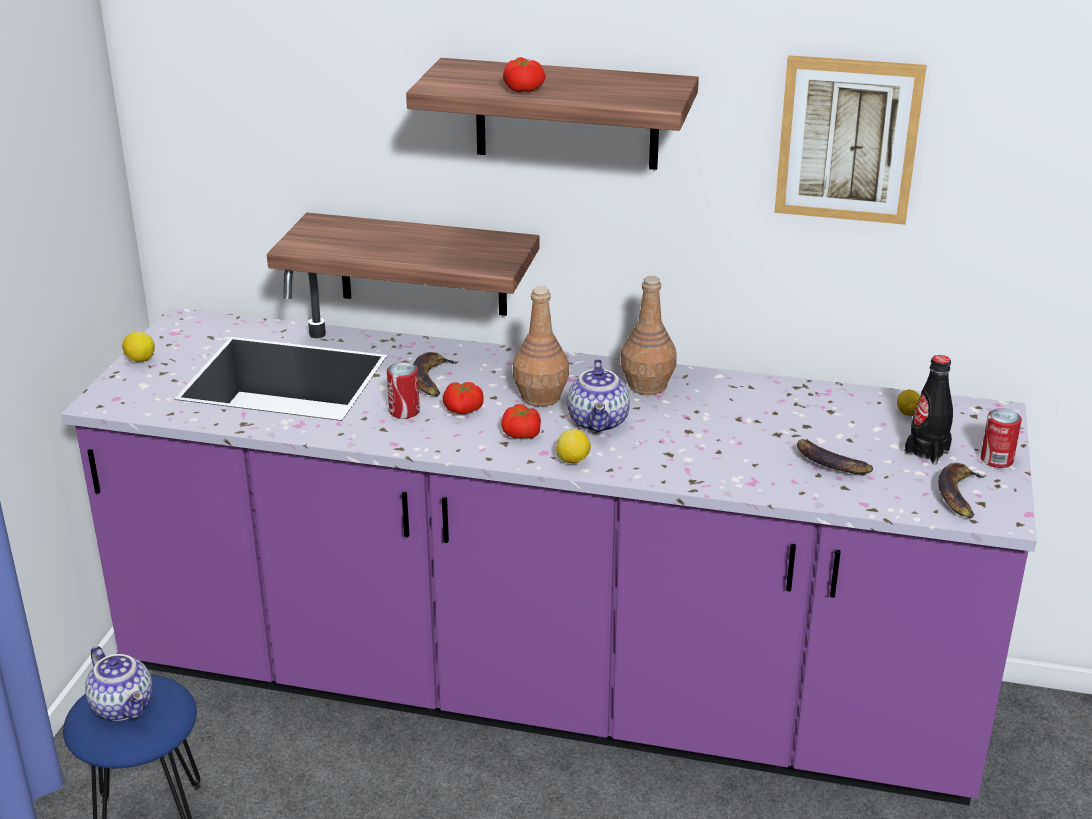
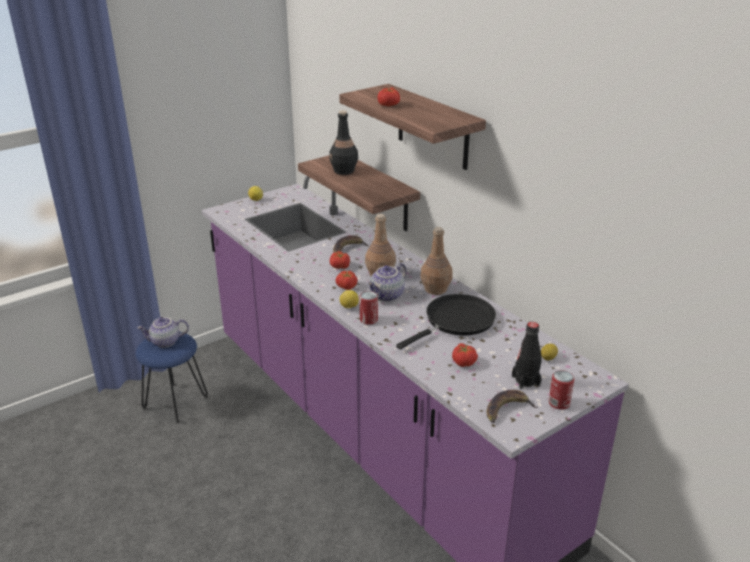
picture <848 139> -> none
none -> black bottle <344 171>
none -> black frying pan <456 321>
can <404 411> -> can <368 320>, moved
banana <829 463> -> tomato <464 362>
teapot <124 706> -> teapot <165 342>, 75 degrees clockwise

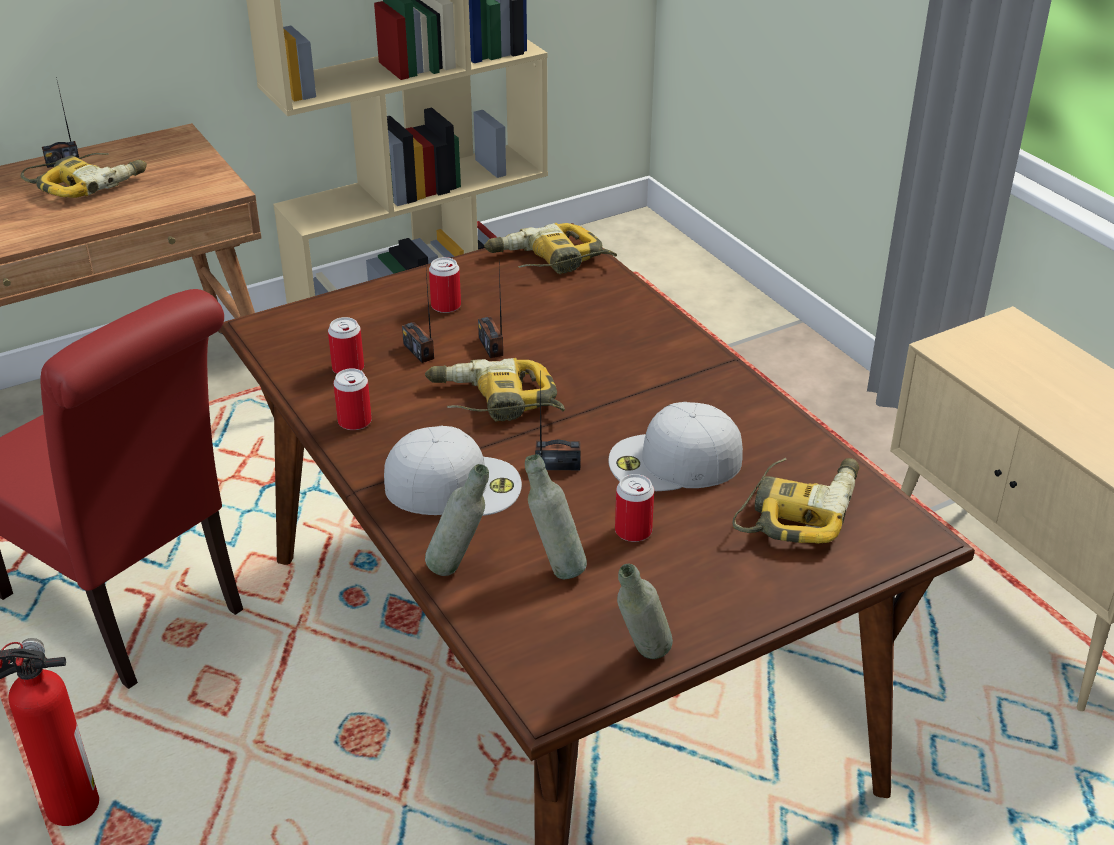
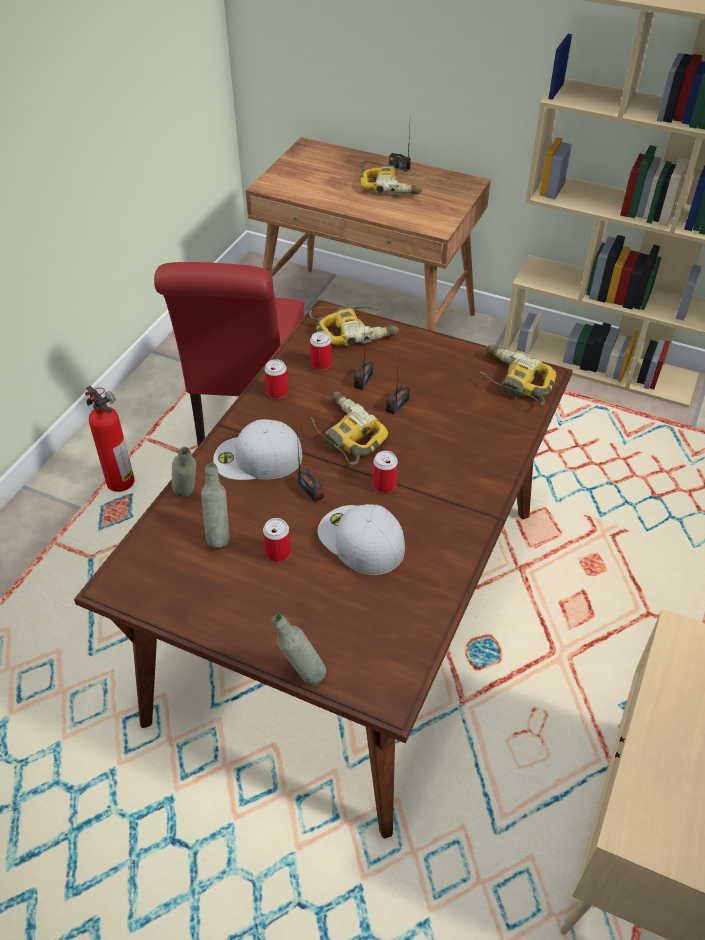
can <446 306> -> can <384 485>, moved
grey bottle <641 659> -> grey bottle <301 675>, moved
power drill <798 508> -> power drill <354 331>, moved
white cap <454 484> -> white cap <257 458>, 120 degrees clockwise

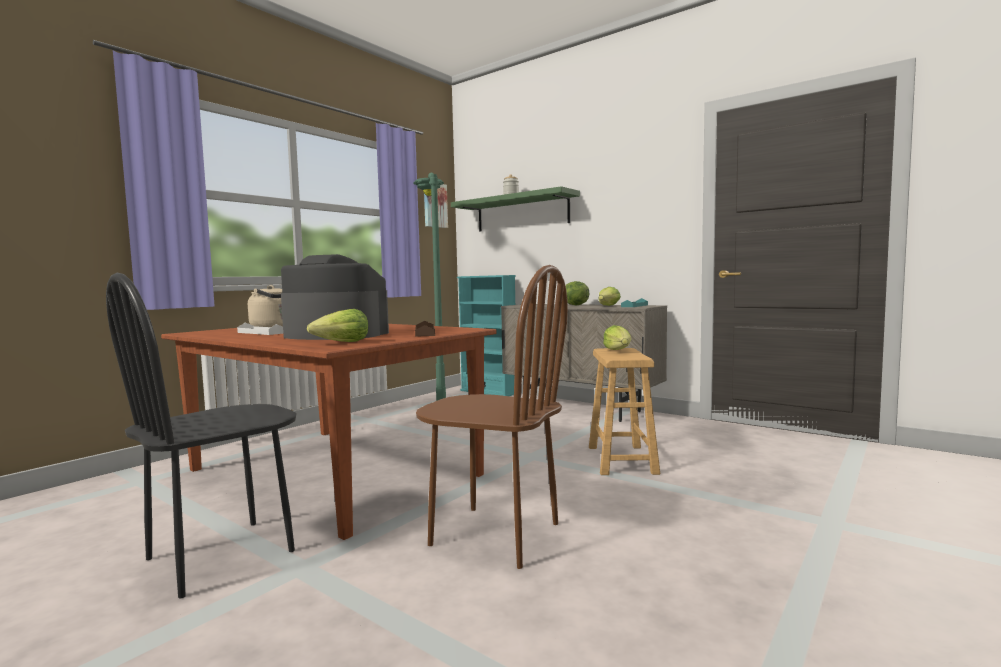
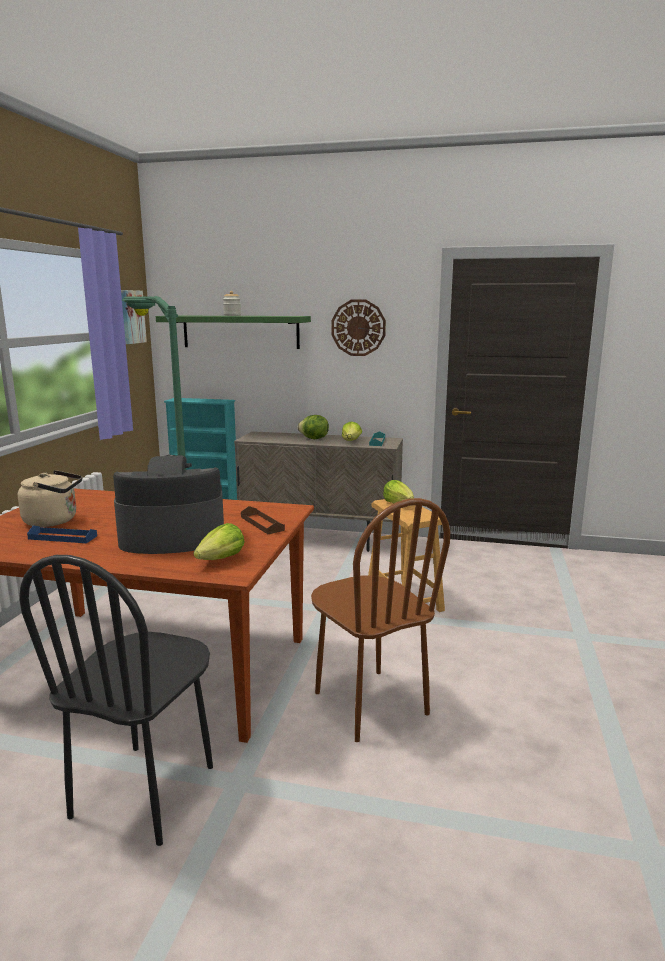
none -> wall clock <358 328>
white tray <261 333> -> blue tray <62 537>
brown chair <494 534> -> brown chair <369 703>, 60 degrees clockwise

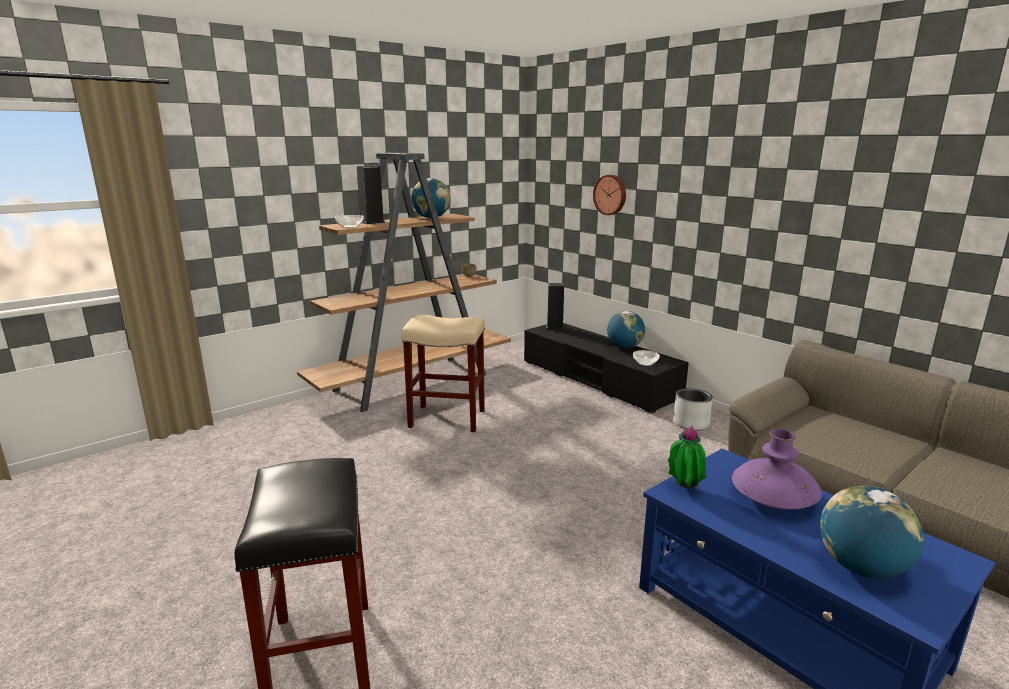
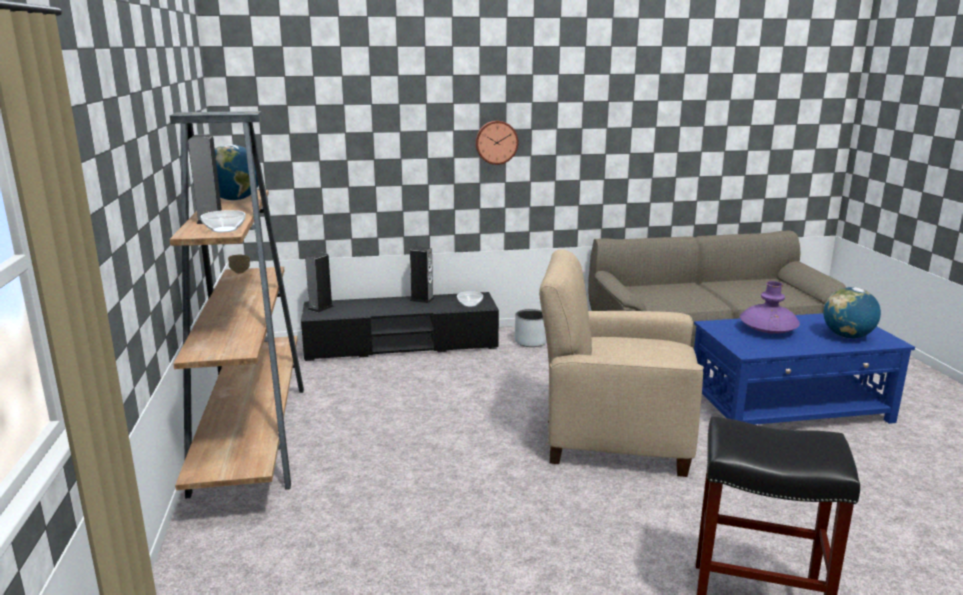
beige stool <448 418> -> none
potted plant <683 488> -> none
none -> beige armchair <615 435>
wall clock <610 194> -> wall clock <496 142>, moved
globe <624 347> -> speaker <422 299>

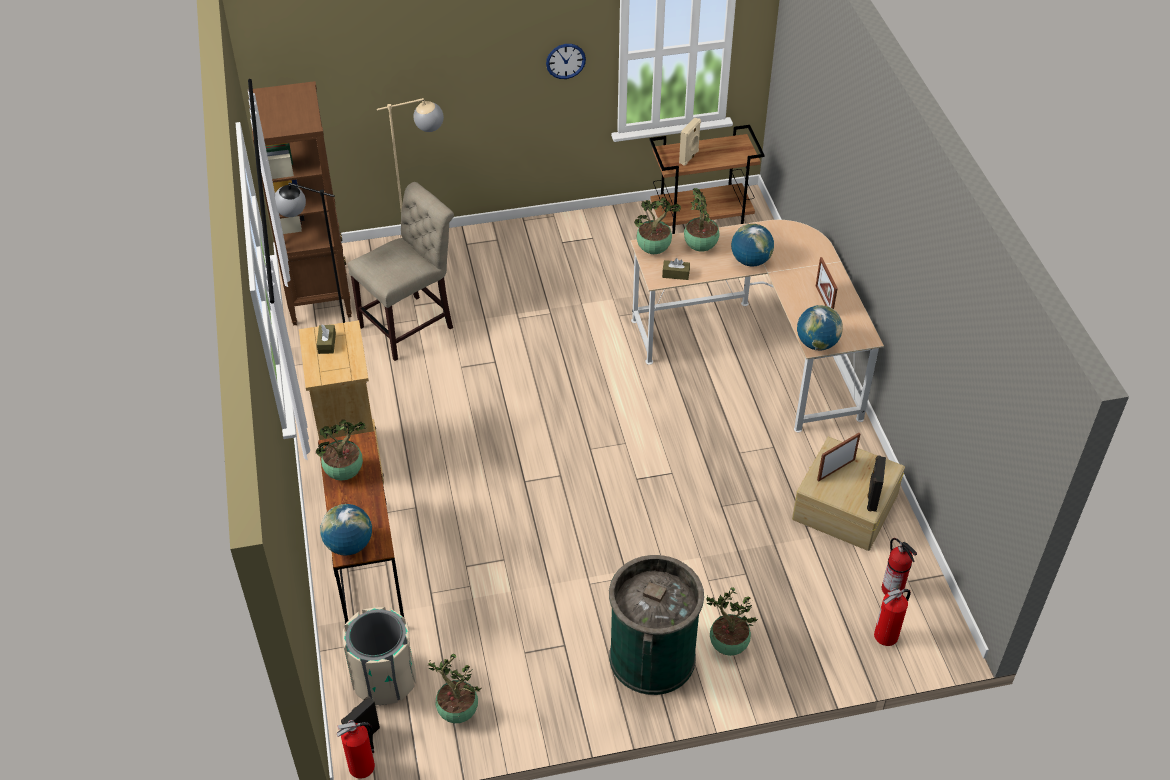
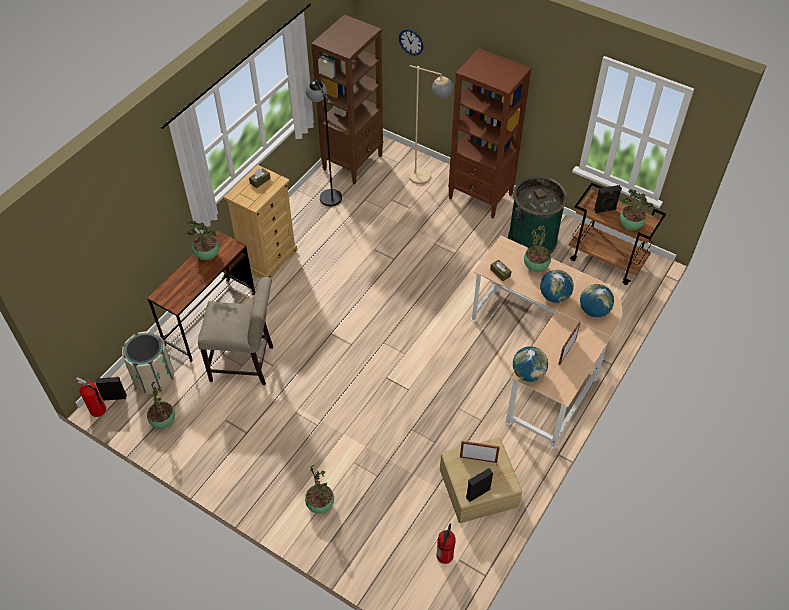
fire extinguisher <886 636> -> none
none -> brown bookcase <481 197>
globe <349 545> -> globe <594 311>, moved
beige chair <411 325> -> beige chair <246 364>, moved
wall clock <565 61> -> wall clock <411 42>, moved
green trash can <652 657> -> green trash can <532 239>, moved
potted plant <654 249> -> potted plant <631 226>, moved
beige speaker <689 157> -> black speaker <605 210>

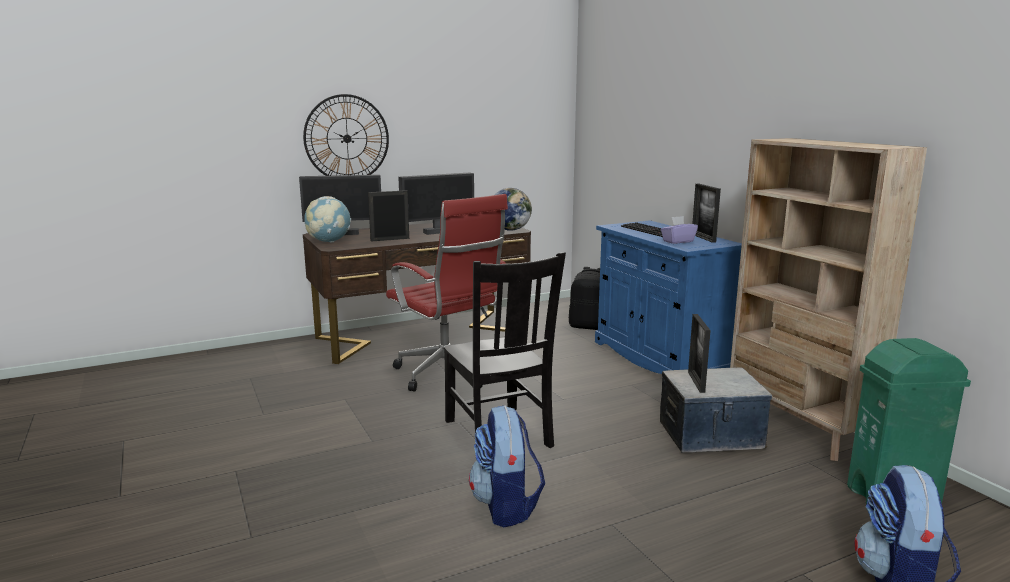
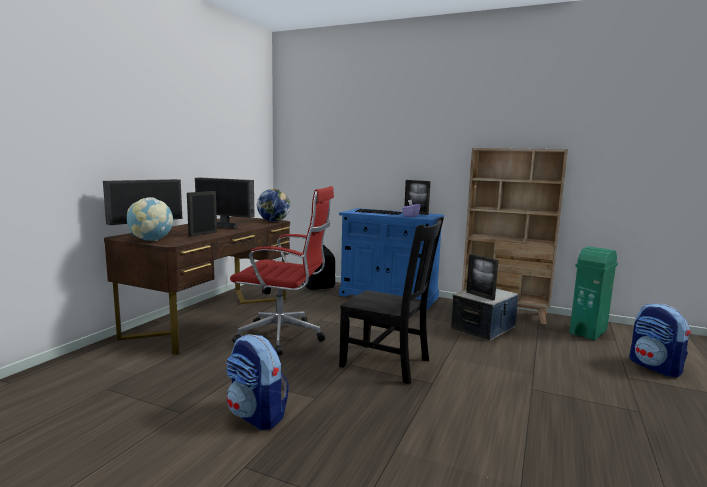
wall clock <347 138> -> none
backpack <506 506> -> backpack <257 415>, moved
monitor <438 232> -> monitor <225 226>, 90 degrees clockwise

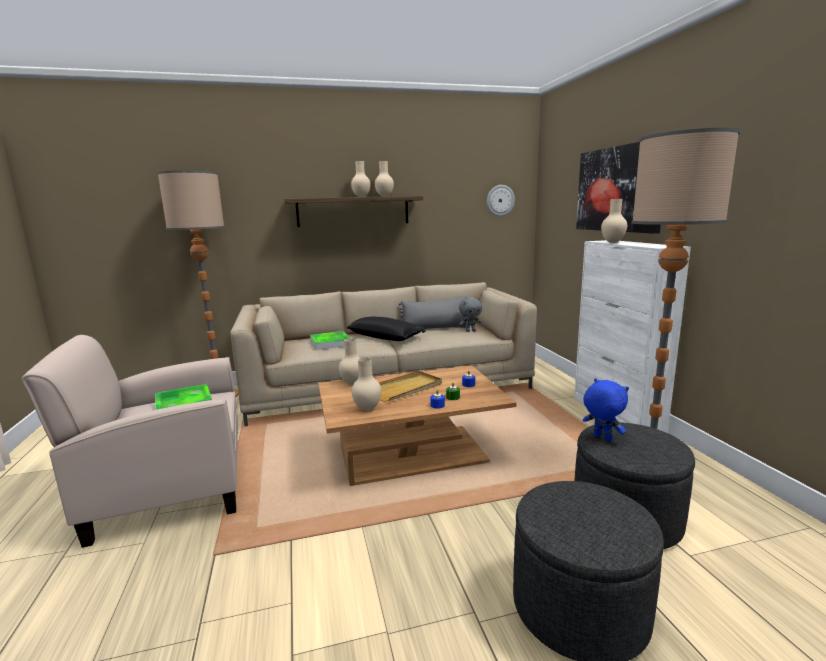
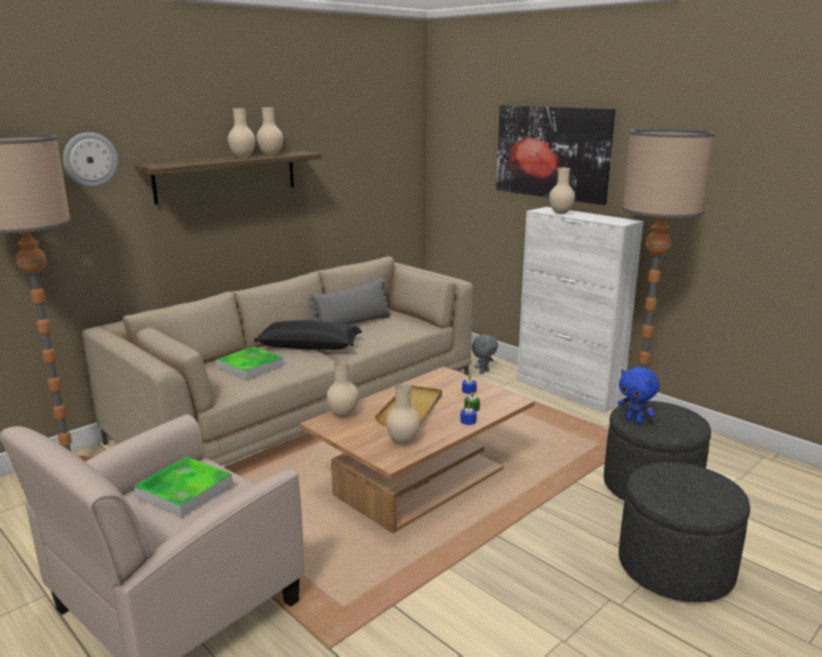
grey plush toy <470 331> -> grey plush toy <483 371>, moved
wall clock <500 200> -> wall clock <90 159>, moved
blue plush toy <601 438> -> blue plush toy <635 420>, 150 degrees counterclockwise

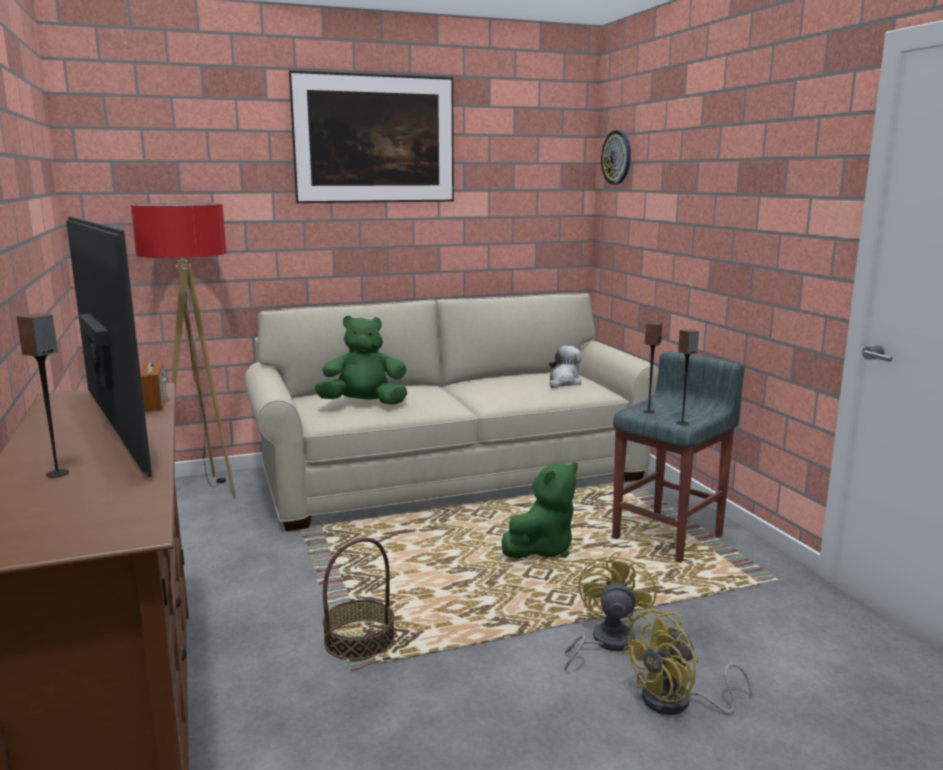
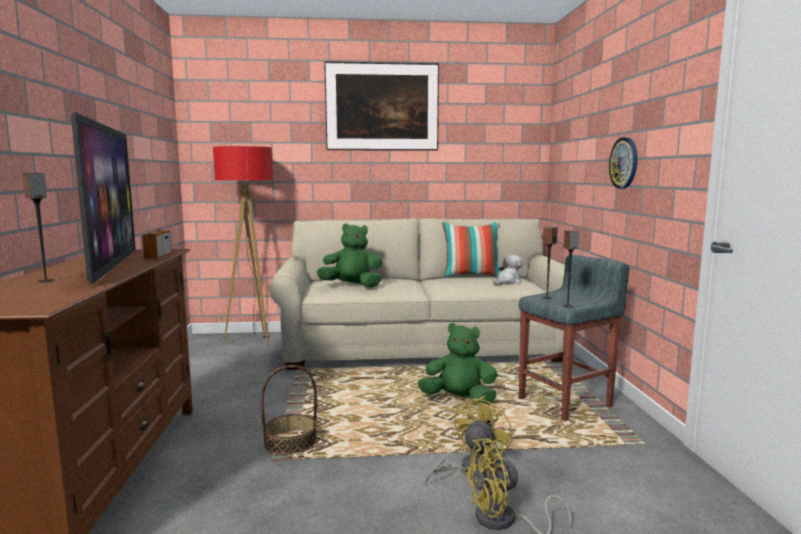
none -> pillow <471 276>
wall clock <617 157> -> wall clock <624 163>, moved
green plush toy <542 549> -> green plush toy <459 400>, 135 degrees counterclockwise

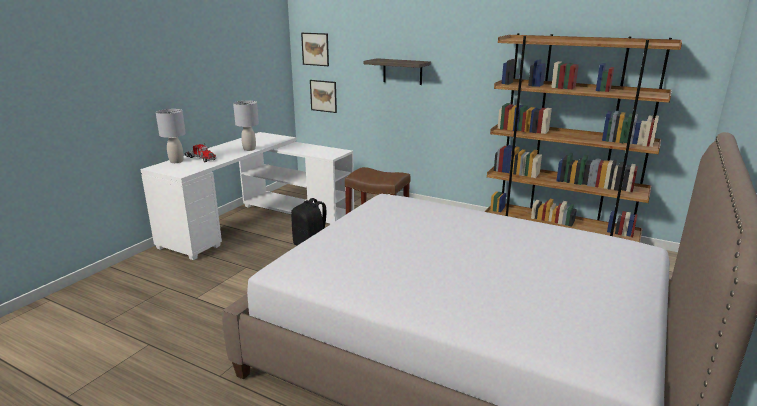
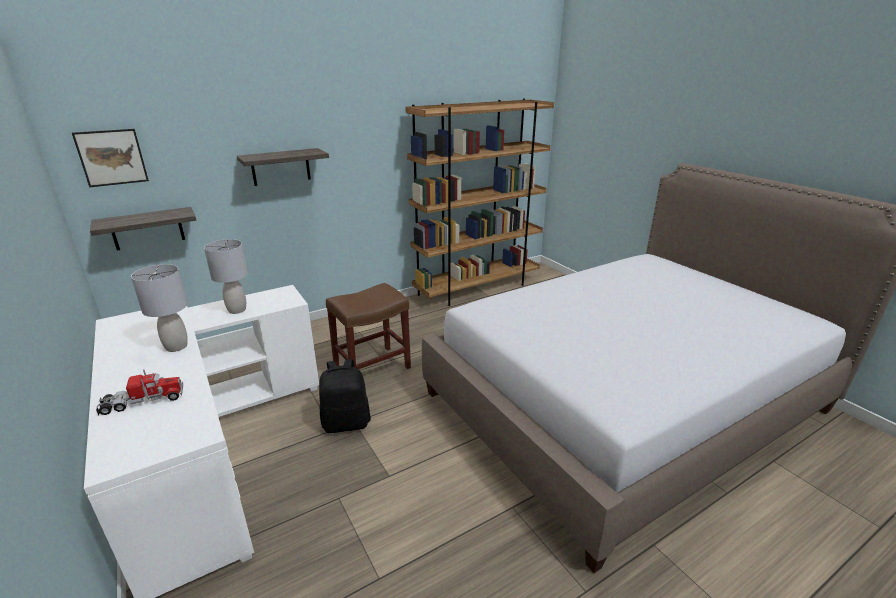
grey table lamp <177 161> -> grey table lamp <237 310>, moved
picture <323 96> -> shelf <147 229>

